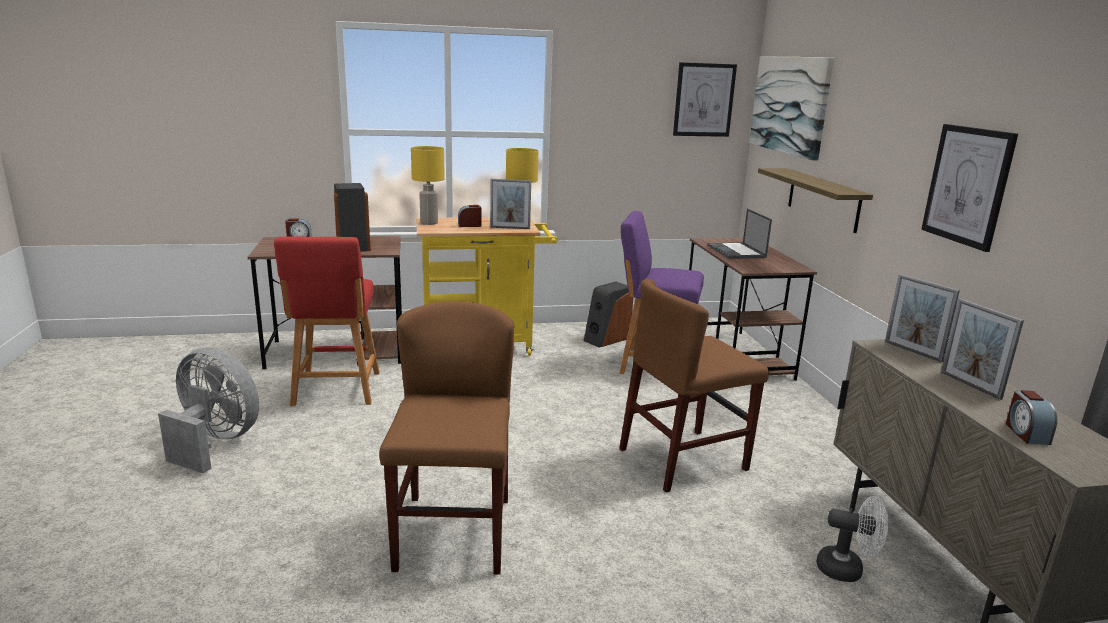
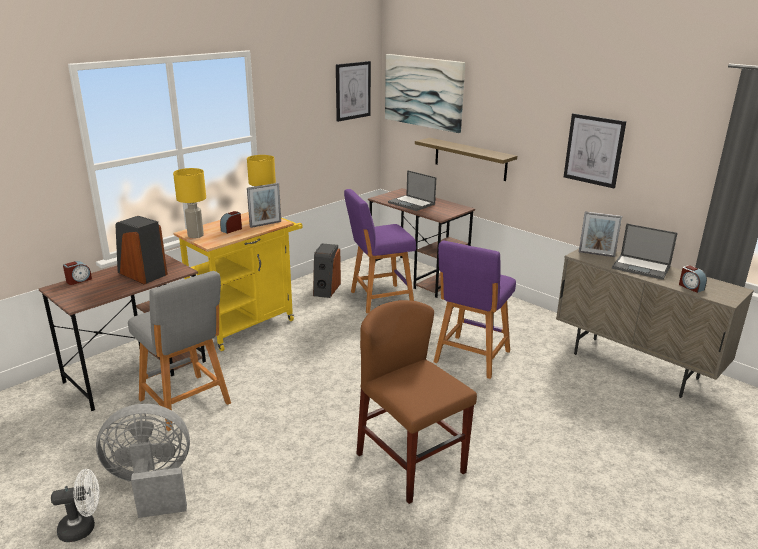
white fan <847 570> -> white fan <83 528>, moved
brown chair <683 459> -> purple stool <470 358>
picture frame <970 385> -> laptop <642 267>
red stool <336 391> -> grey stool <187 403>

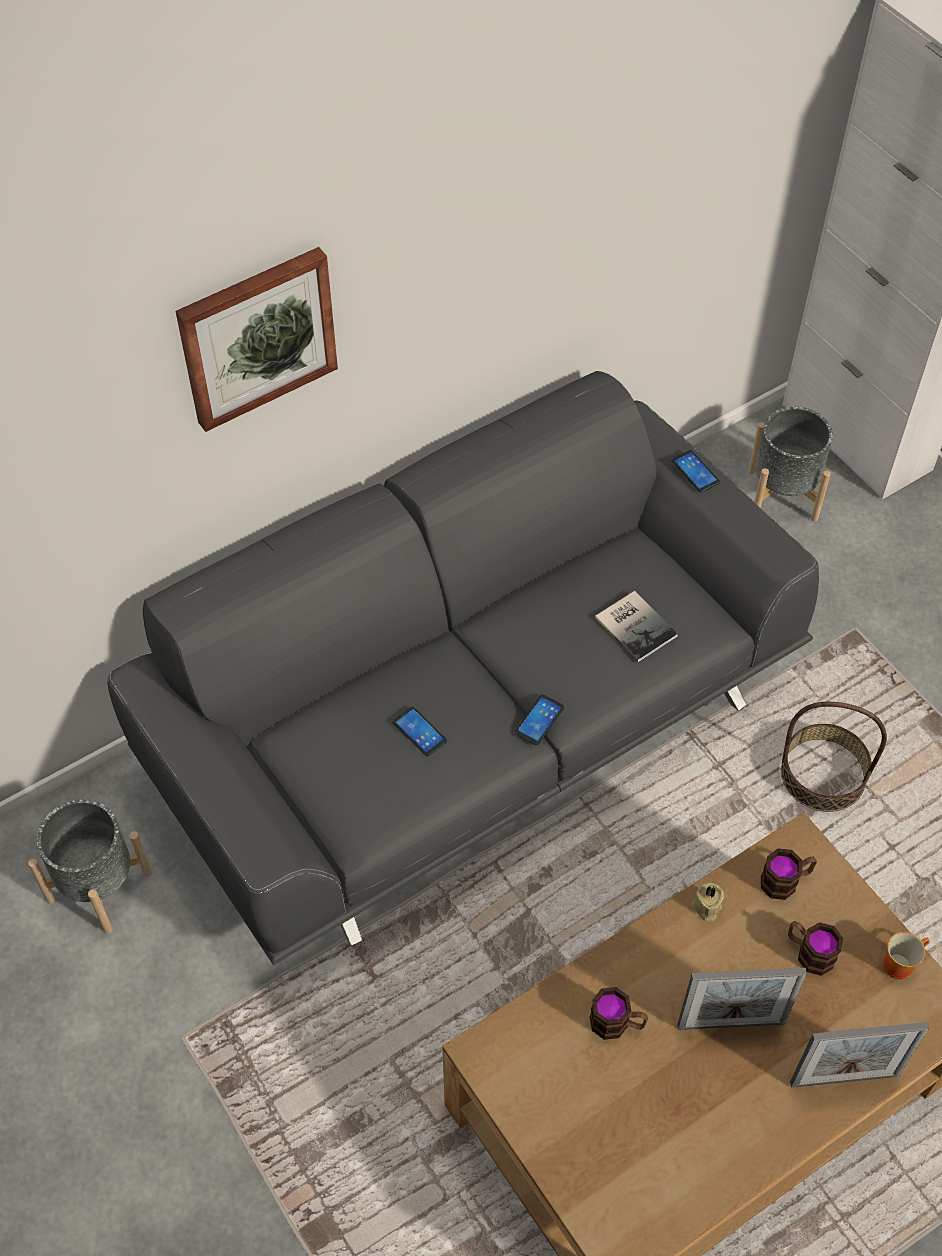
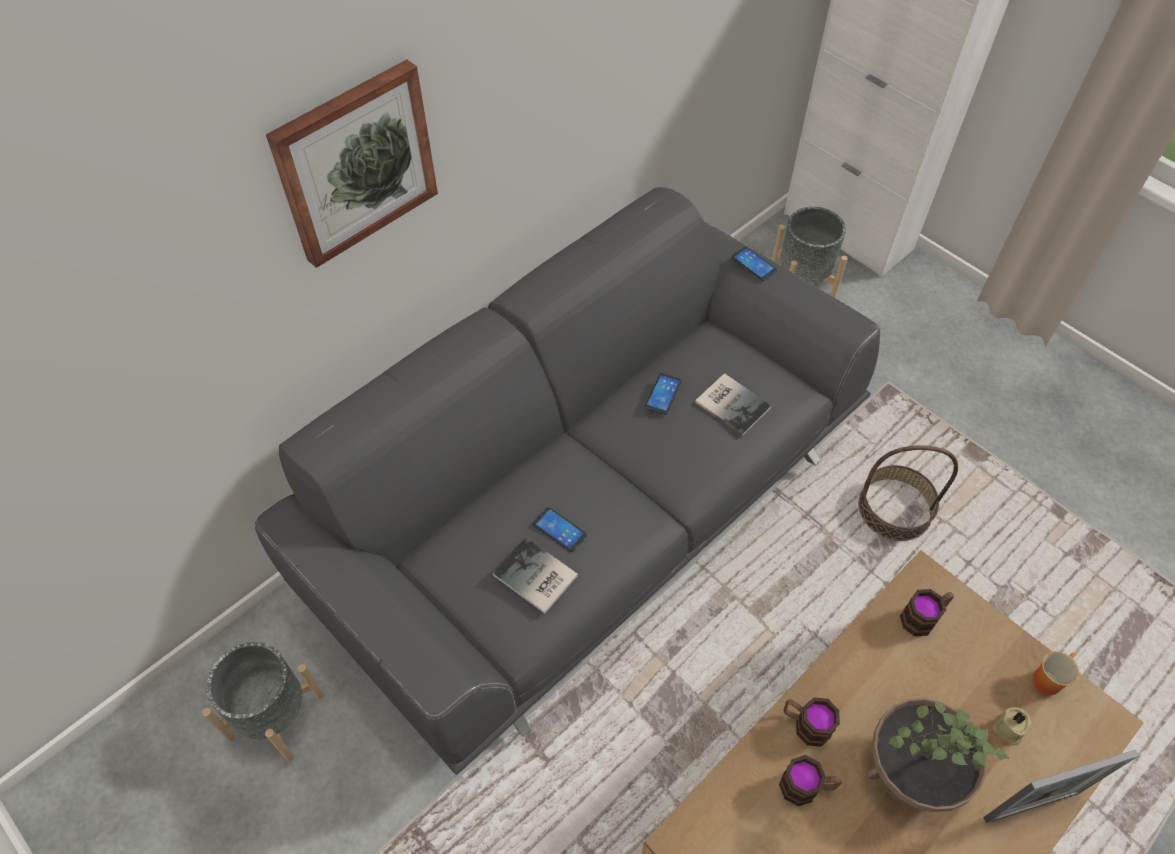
none -> book <535 578>
phone <539 720> -> phone <663 394>, moved
beige candle <706 907> -> beige candle <1008 730>, moved
mug <809 952> -> mug <805 724>, moved
picture frame <730 1024> -> potted plant <912 768>

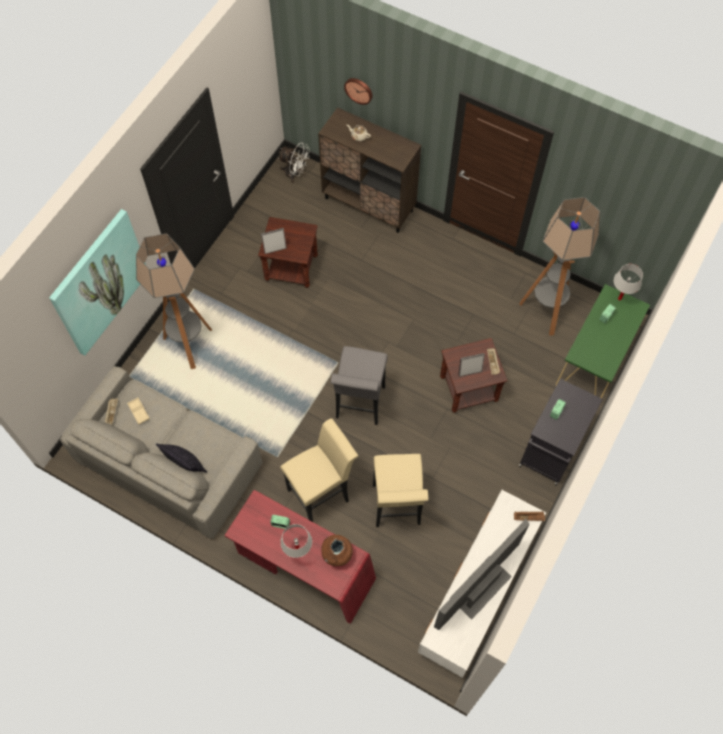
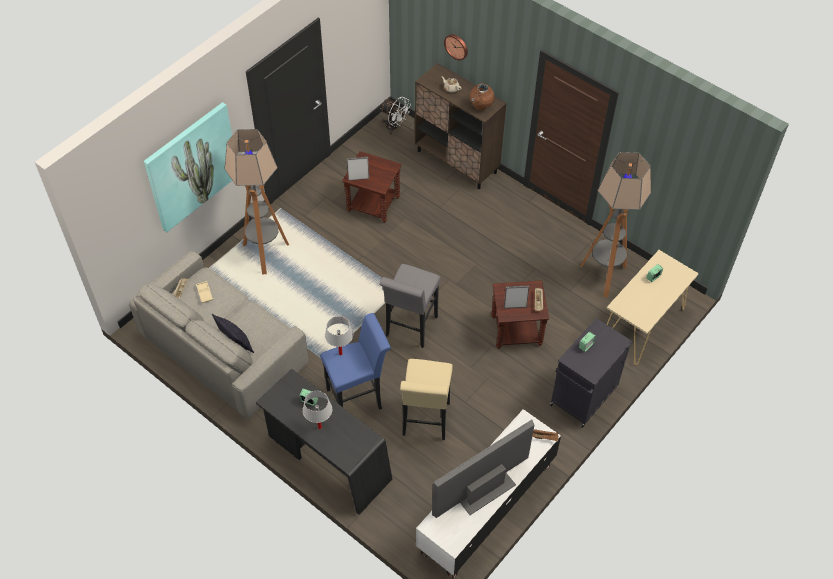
brown vase <337 555> -> brown vase <481 106>, moved
white table lamp <619 299> -> white table lamp <340 354>, moved
red desk <304 568> -> black desk <327 459>
beige stool <322 493> -> blue stool <358 398>
green console table <594 361> -> beige console table <642 325>

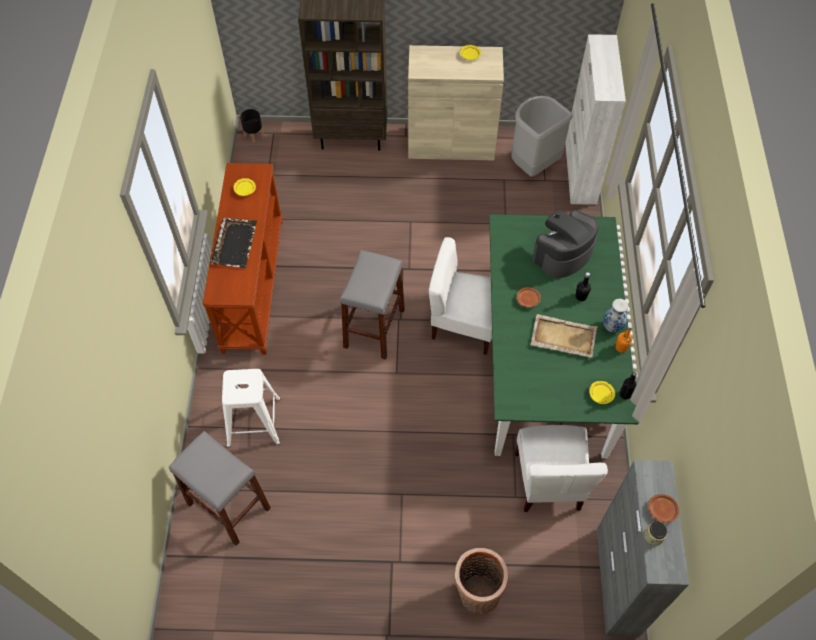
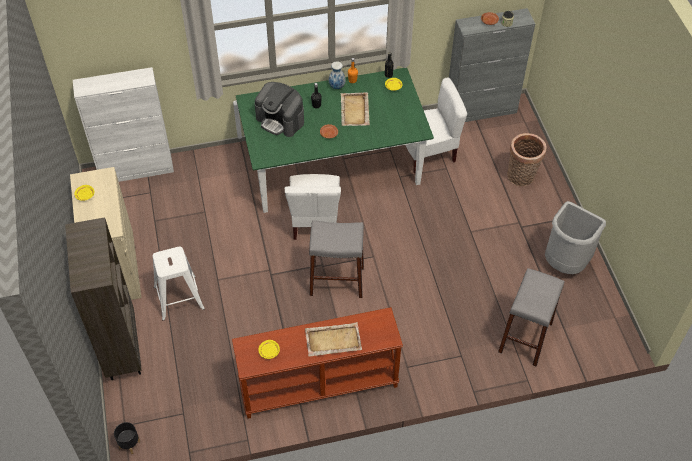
white stool <253 422> -> white stool <179 298>, moved
grey trash can <533 165> -> grey trash can <564 263>, moved
black tray <234 243> -> beige tray <332 340>

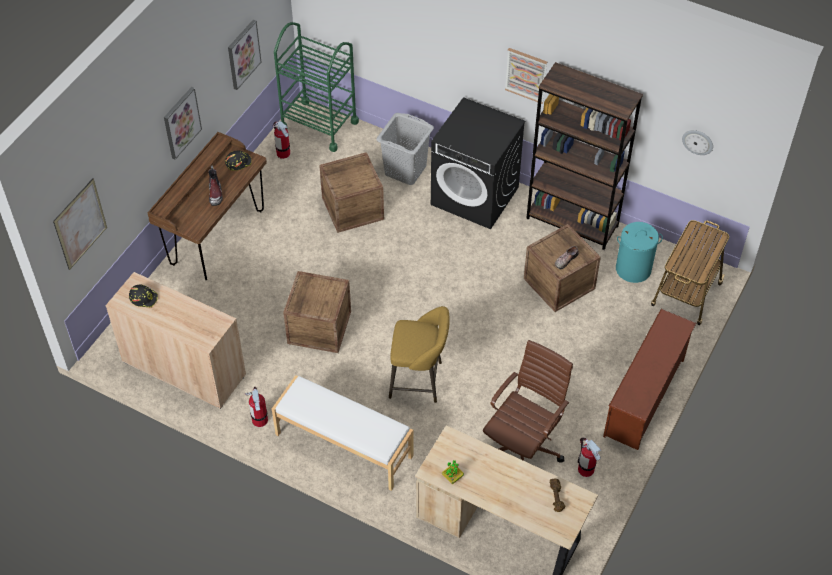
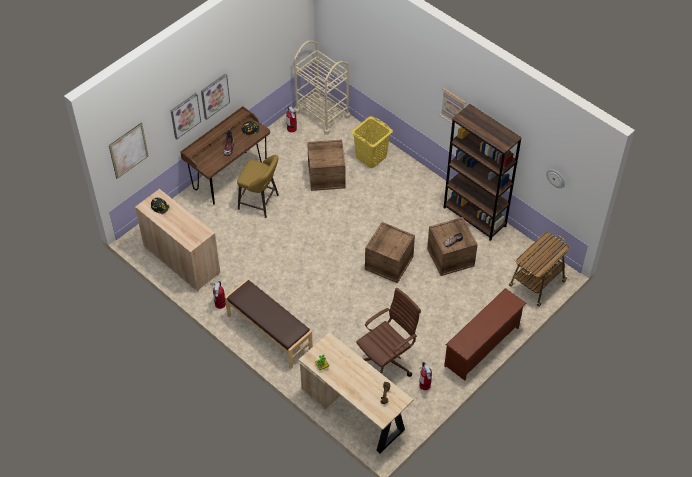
black washing machine <475 196> -> none
turquoise laundry basket <633 269> -> none
picture <243 54> -> picture <185 115>, moved
crate <319 327> -> crate <389 263>, moved
yellow stool <419 380> -> yellow stool <260 203>, moved
white bench <343 446> -> brown bench <269 333>
green cart <319 125> -> beige cart <322 114>
grey laundry basket <405 170> -> yellow laundry basket <371 157>

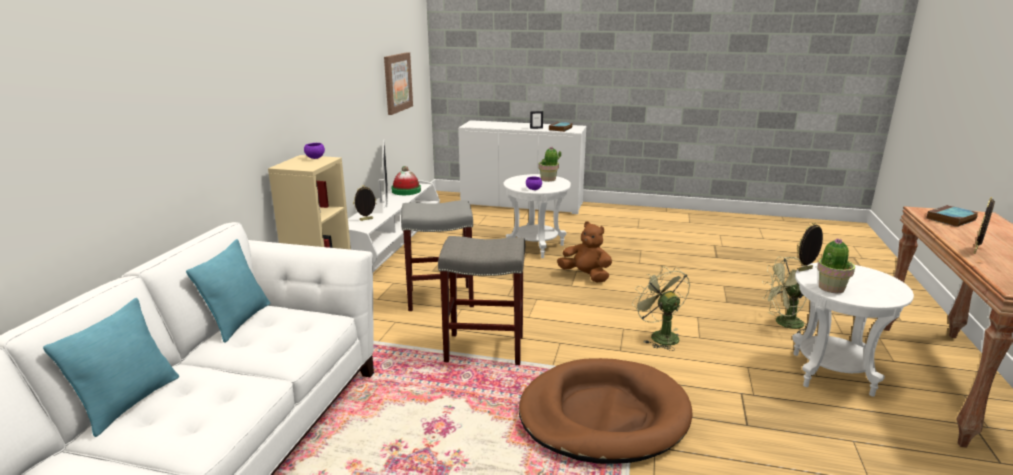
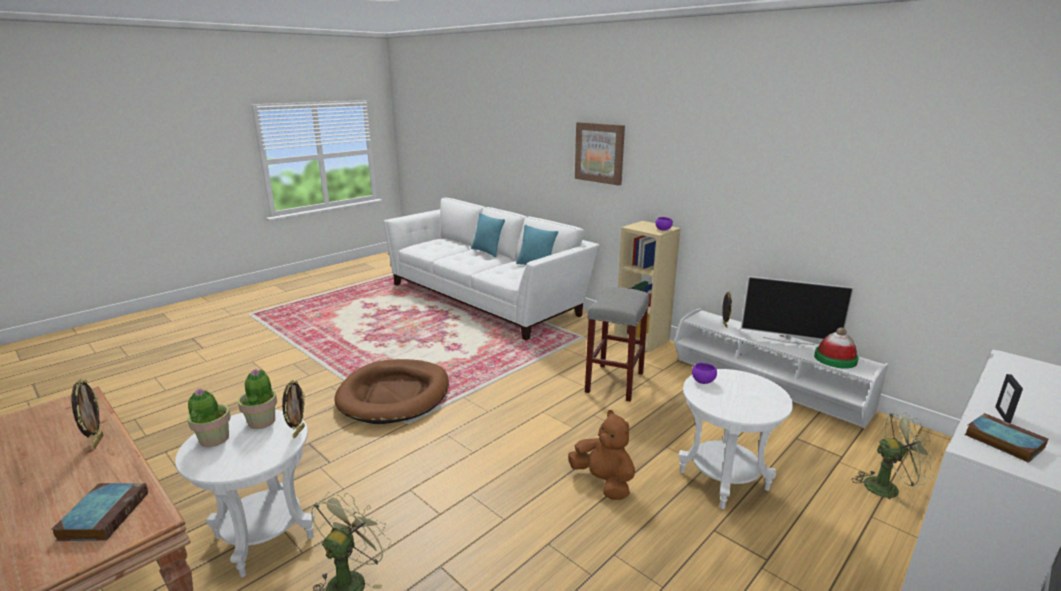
grey stool <486 348> -> none
picture <397 82> -> picture <599 153>, moved
potted plant <548 179> -> potted plant <214 439>, moved
green fan <659 336> -> green fan <888 487>, moved
brown plush toy <586 276> -> brown plush toy <603 482>, 105 degrees counterclockwise

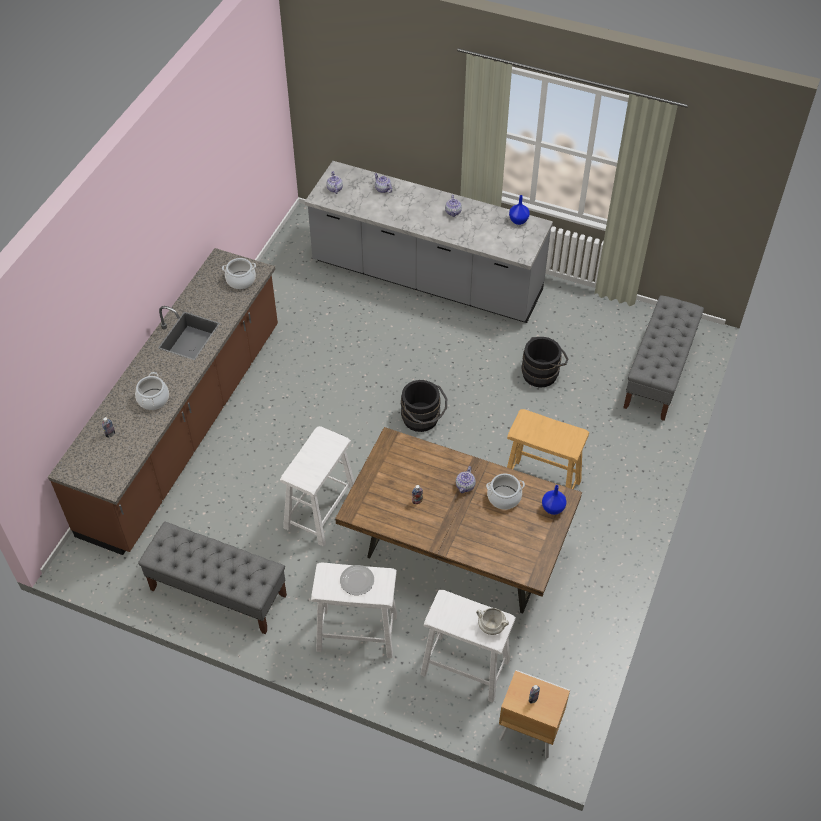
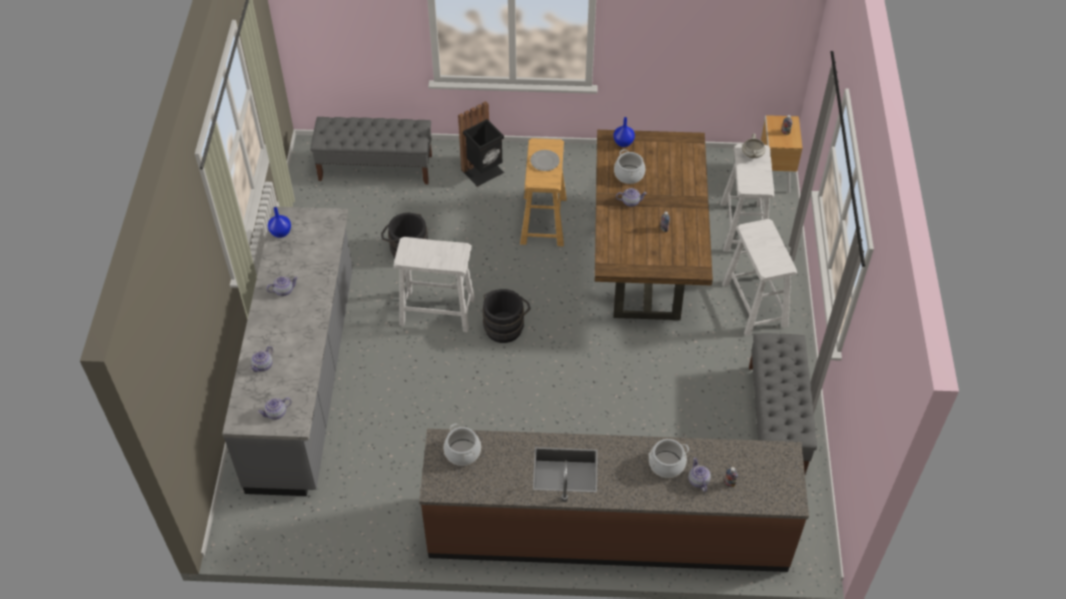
none -> black trash can <484 172>
none -> teapot <698 480>
white stool <321 510> -> white stool <436 310>, moved
plate <356 581> -> plate <545 161>, moved

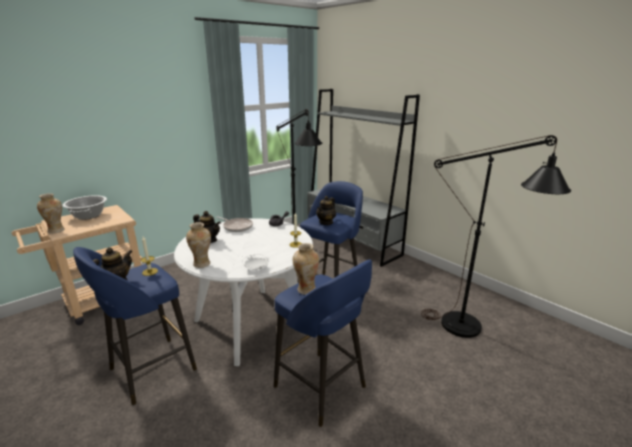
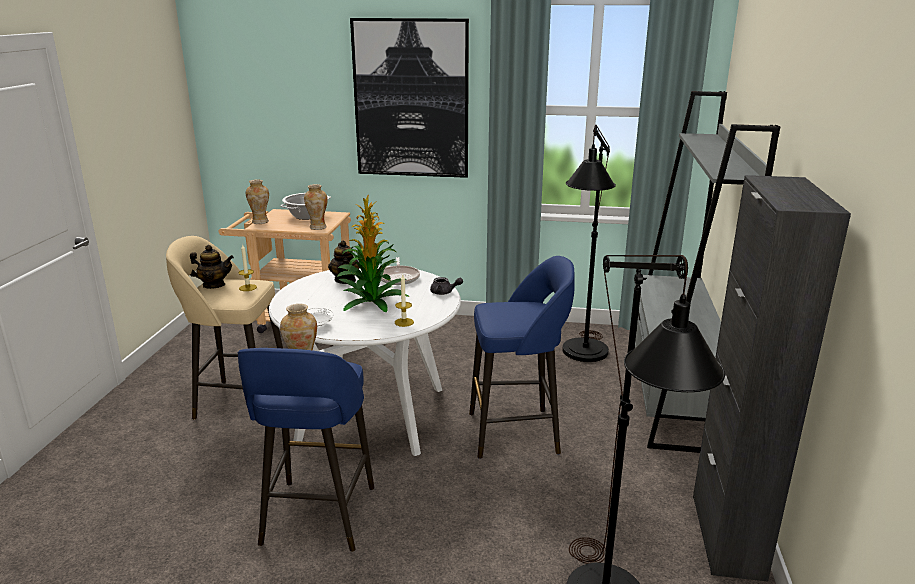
teapot <326 222> -> none
none -> potted plant <372 302>
none -> picture <411 99>
none -> black cabinet <727 536>
vase <202 264> -> vase <318 227>, moved
blue stool <150 370> -> beige stool <240 401>

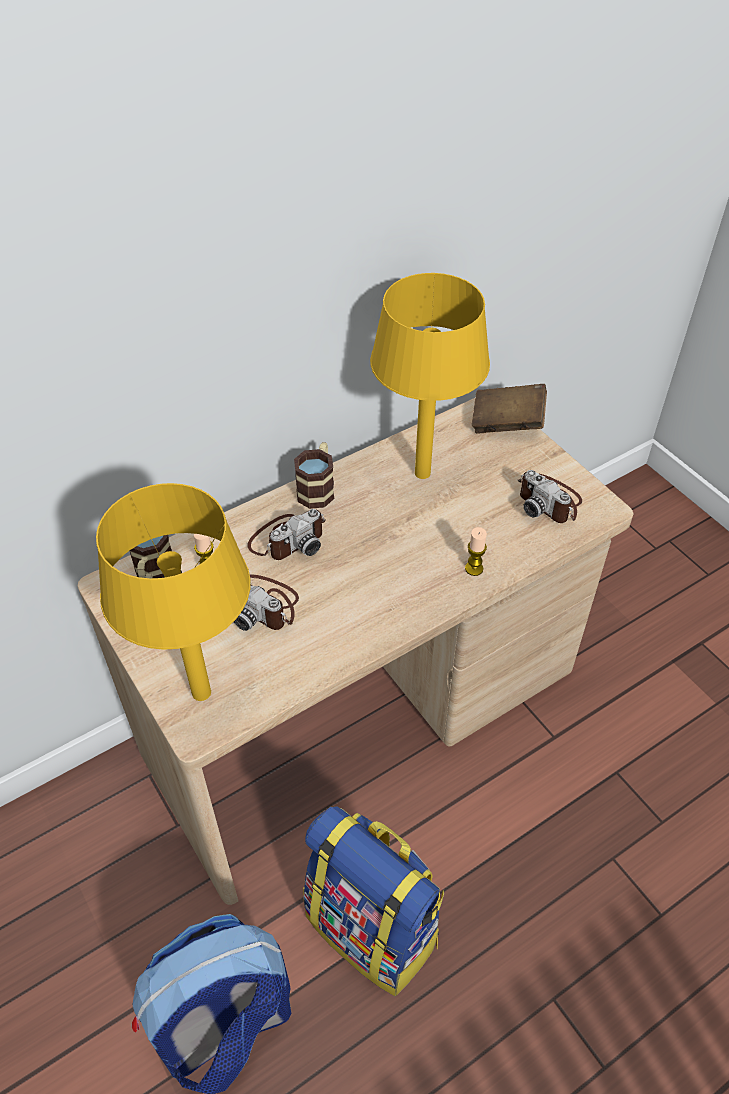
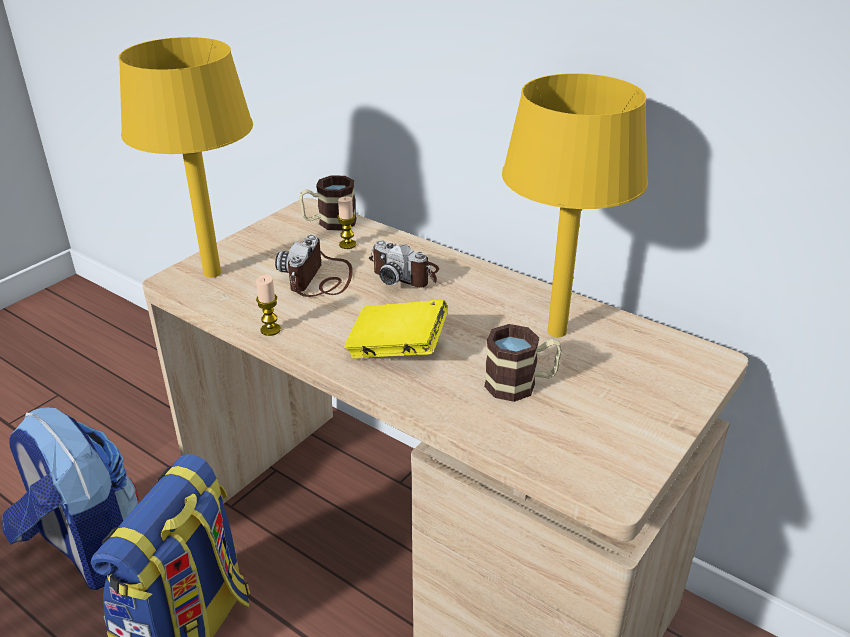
brown book <507 423> -> none
photo camera <549 501> -> none
none -> yellow book <397 349>
mug <318 488> -> mug <521 384>, moved
candle <474 568> -> candle <270 330>, moved

